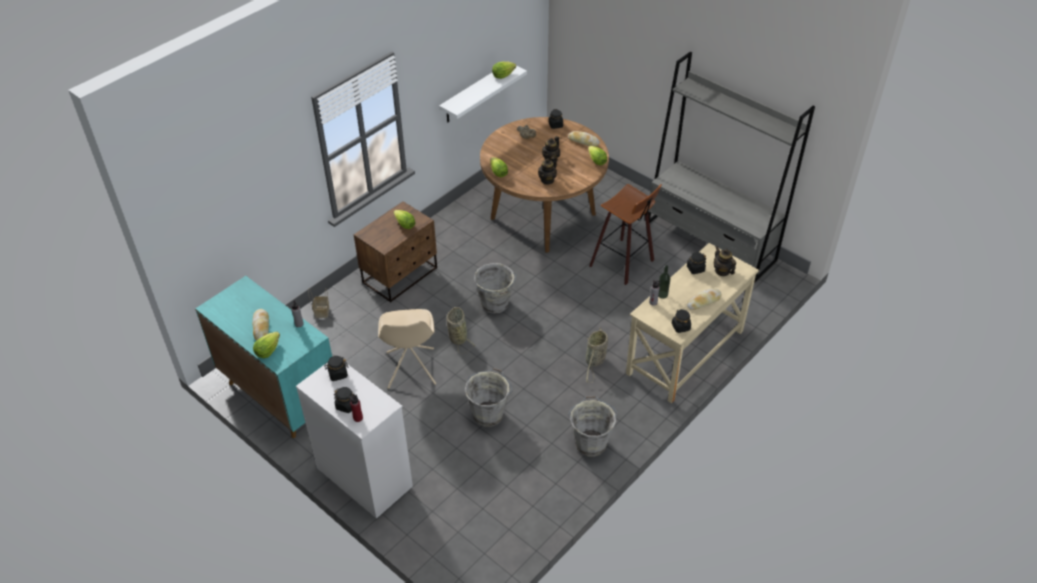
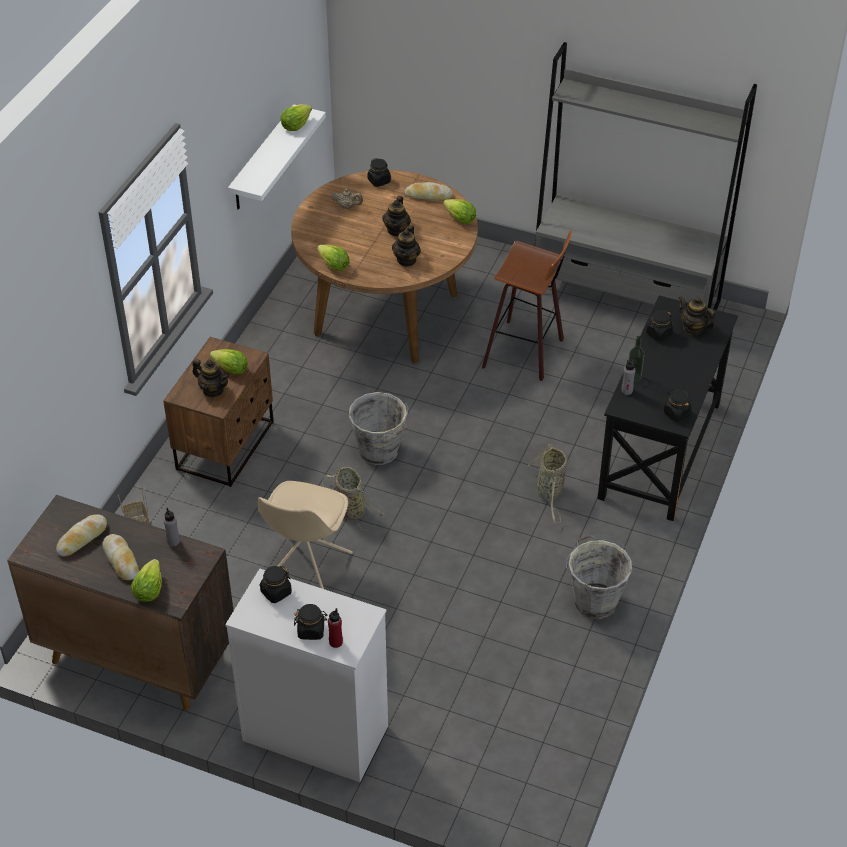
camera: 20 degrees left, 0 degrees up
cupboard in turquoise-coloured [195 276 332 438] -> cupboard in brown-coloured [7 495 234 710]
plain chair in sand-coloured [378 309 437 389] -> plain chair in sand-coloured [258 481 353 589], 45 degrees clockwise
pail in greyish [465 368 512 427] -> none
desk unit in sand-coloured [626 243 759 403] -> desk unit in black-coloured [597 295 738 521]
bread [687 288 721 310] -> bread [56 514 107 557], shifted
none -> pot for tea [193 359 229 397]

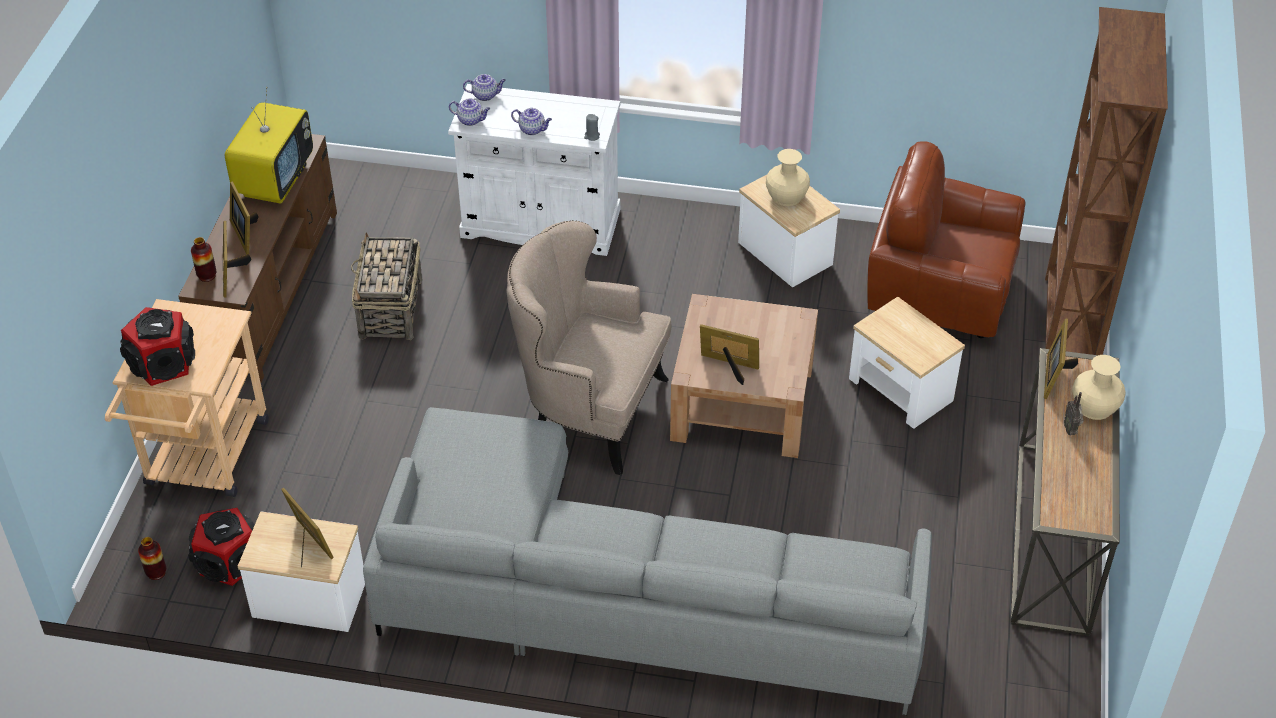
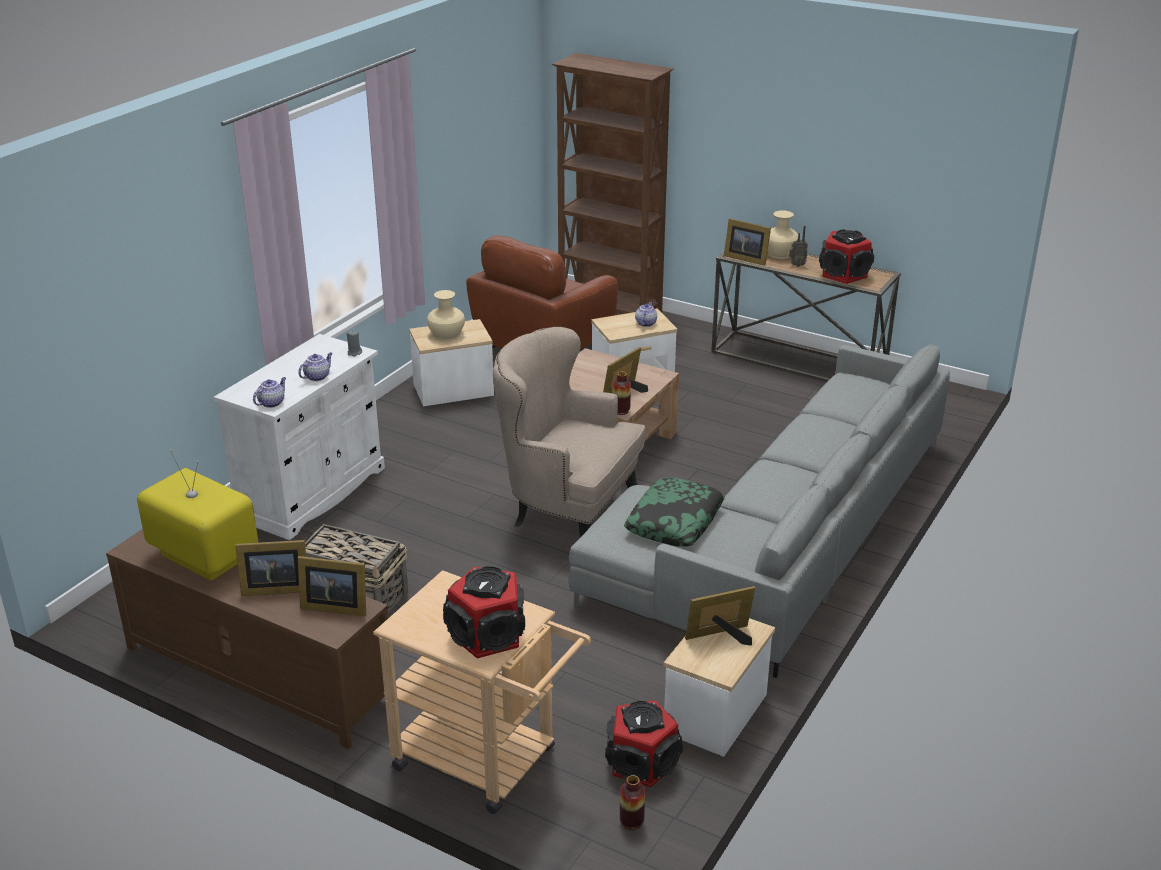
camera: 70 degrees left, 15 degrees down
decorative vase [191 237 216 282] -> decorative vase [613 372 631 415], shifted
pot for tea [463 74 506 101] -> pot for tea [635 302 657 327], shifted
lounge chair in sand-coloured [506 220 671 475] -> lounge chair in sand-coloured [493 326 646 537], 75 degrees clockwise
none -> pillow [624 477 725 547]
none -> loudspeaker [819 229 874 284]

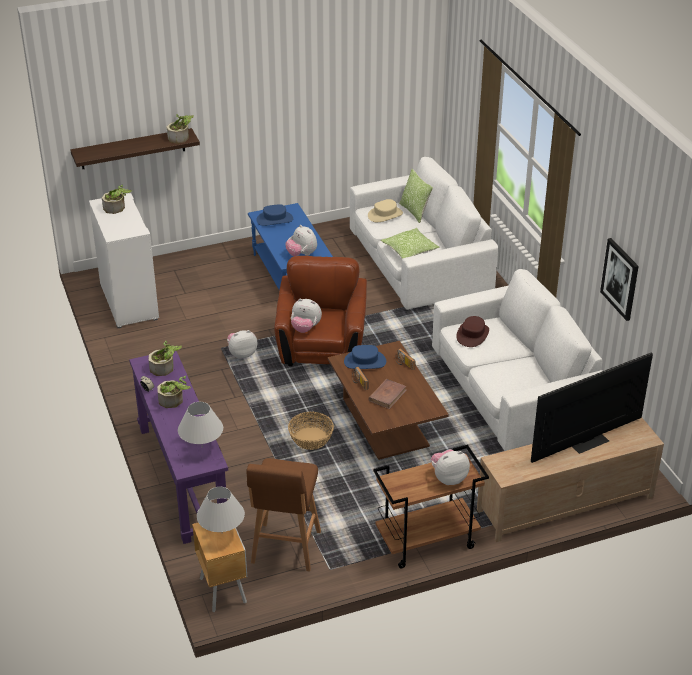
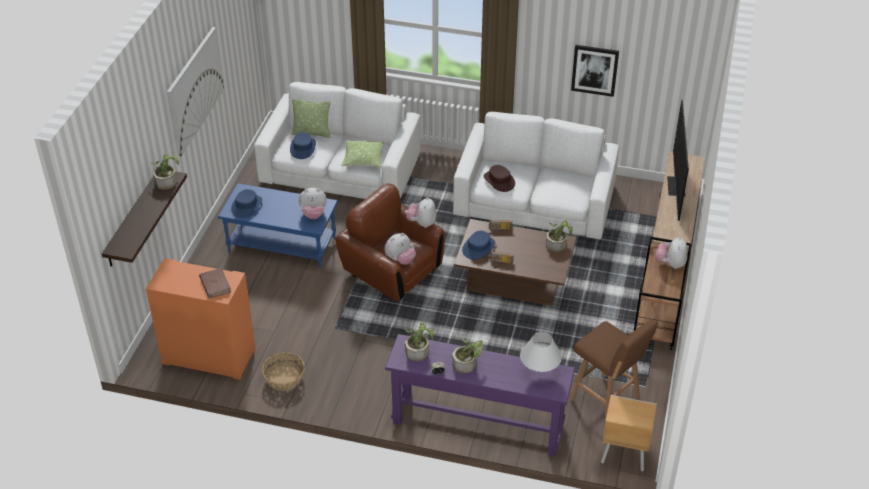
camera: 55 degrees left, 5 degrees up
cupboard in white-coloured [89 193 159 328] -> cupboard in orange [146 258 255 380]
plant in a pot [102 185 132 214] -> plant in a pot [546 220 573 252], shifted
tabletop lamp in white-coloured [197 487 245 534] -> none
cuddly toy [227 330 257 359] -> cuddly toy [406 197 436 228], shifted
household basket [288 412 334 450] -> household basket [262 352 305 390], shifted
clothing hat in sand-coloured [368 199 403 222] -> clothing hat in bluish [290 132 316 159]
volume in brown-coloured [368 379 407 409] -> volume in brown-coloured [199 268 231 299], shifted
none -> picture [167 27 224 156]

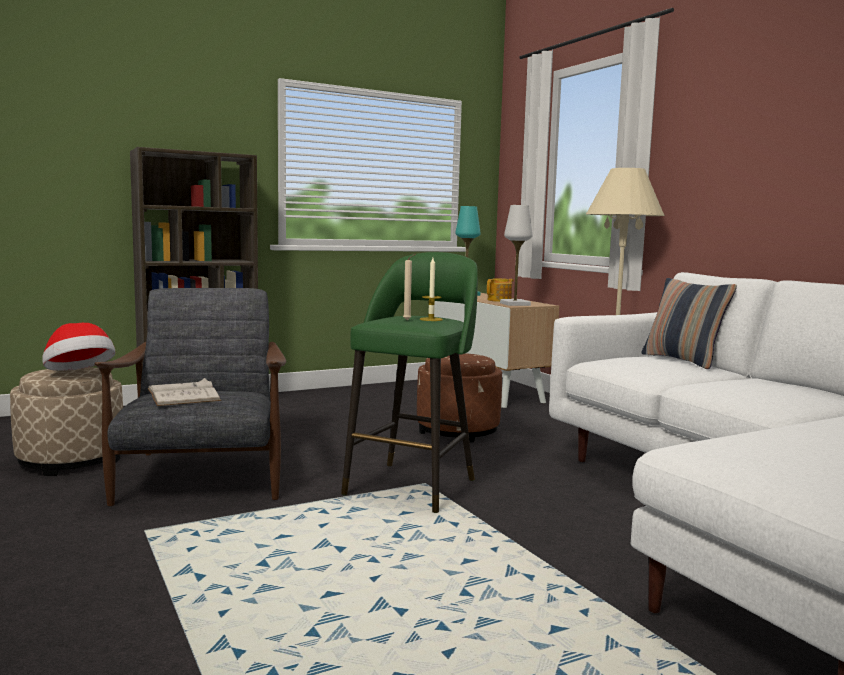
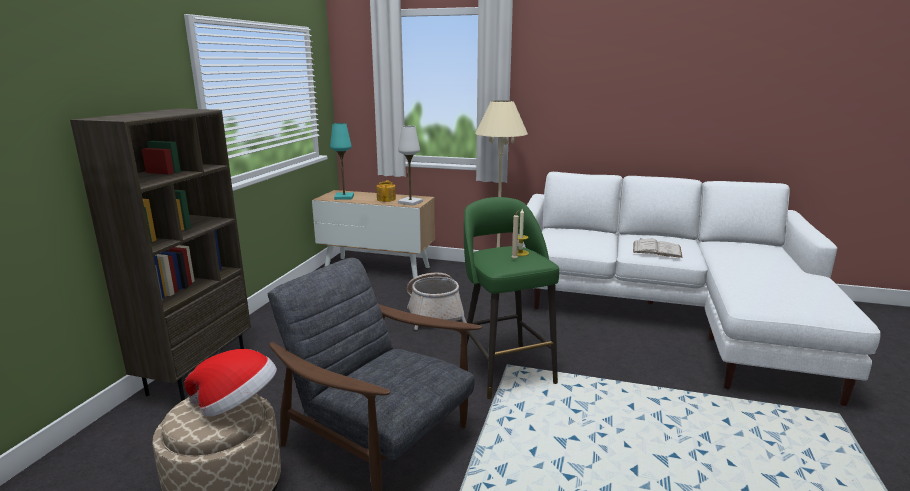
camera: 45 degrees left, 10 degrees up
volume in white-coloured [148 378 221 406] -> volume in white-coloured [633 238 683 258], shifted
ottoman in brown-coloured [417 353 502 442] -> household basket [407 273 467 330]
pillow [641 278 737 369] -> none

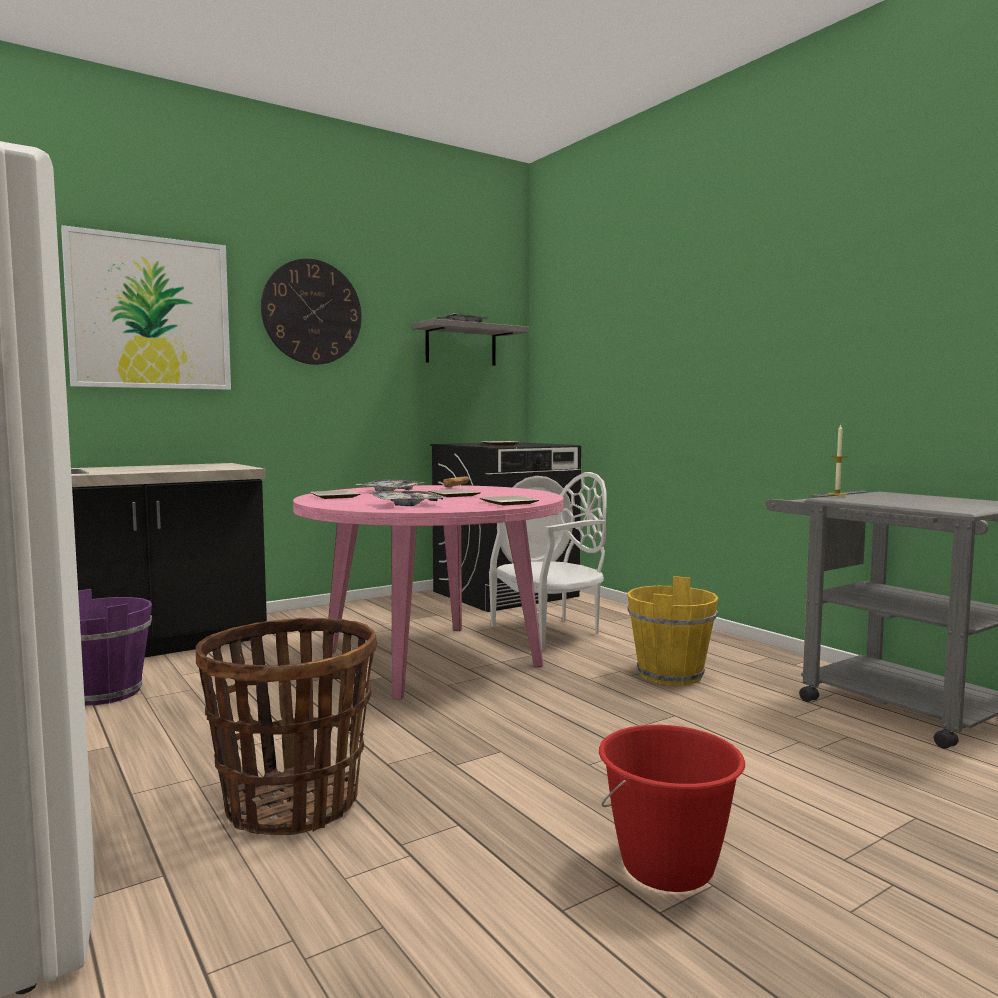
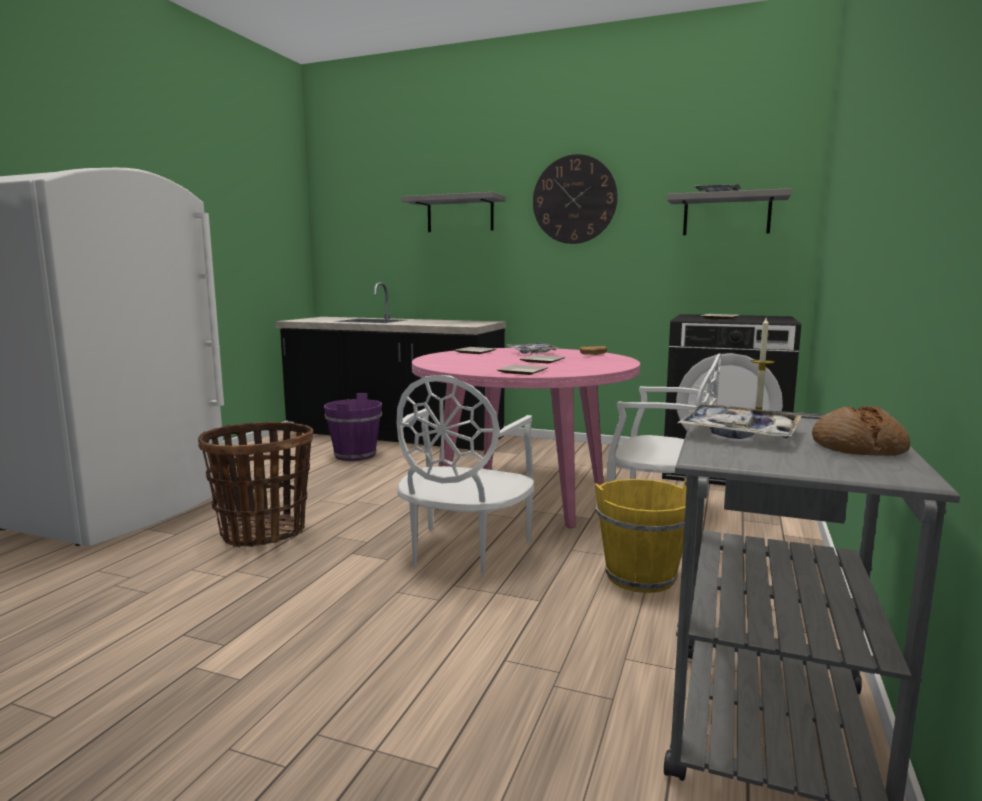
camera: 55 degrees right, 5 degrees up
picture [61 225 231 390] -> shelf in greyish [401 192 505 232]
serving tray [369 491 446 506] -> serving tray [677 405 802 439], shifted
pail in red [599 725 745 892] -> none
none -> plain chair in white-coloured [397 375 534 578]
none -> bread [812 406 910 456]

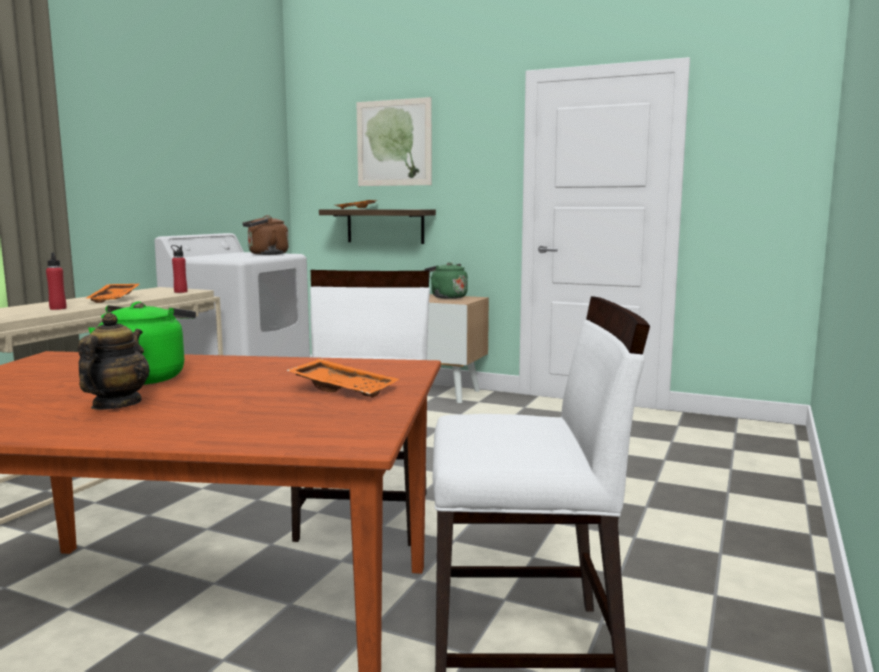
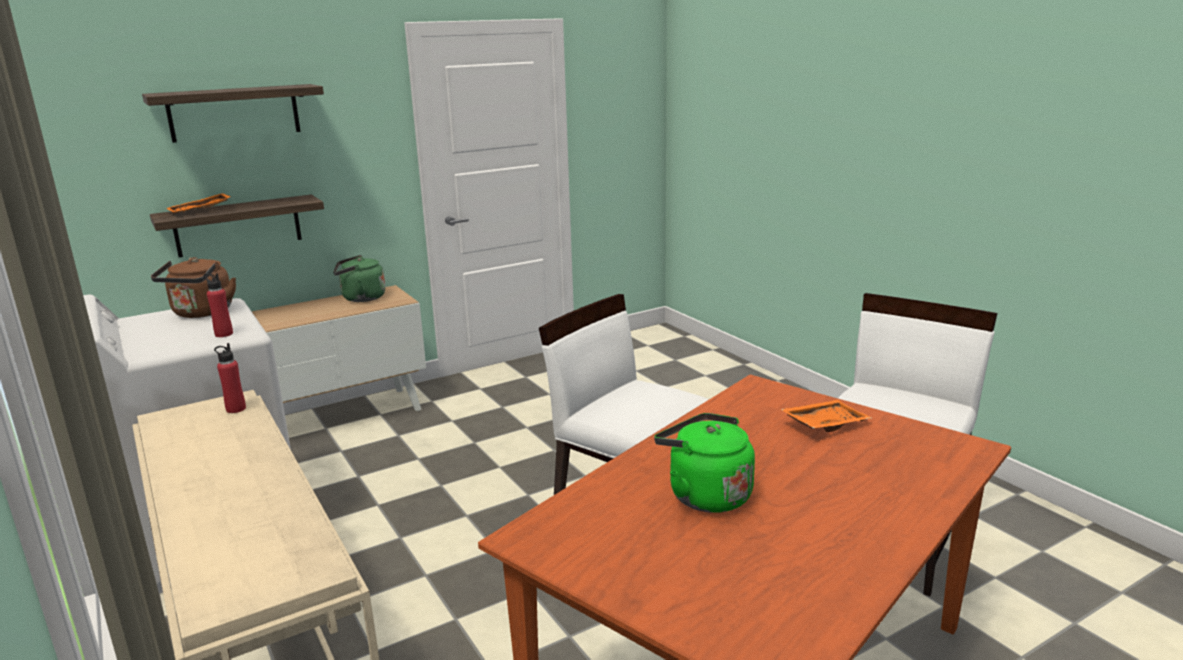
camera: 55 degrees left, 10 degrees up
beverage bottle in red [46 252 67 310] -> beverage bottle in red [204 273 233 337], shifted
pot for tea [78 312 150 410] -> none
serving tray in orange [86 284 139 303] -> none
picture [356 97 432 186] -> shelf [142 84 324 143]

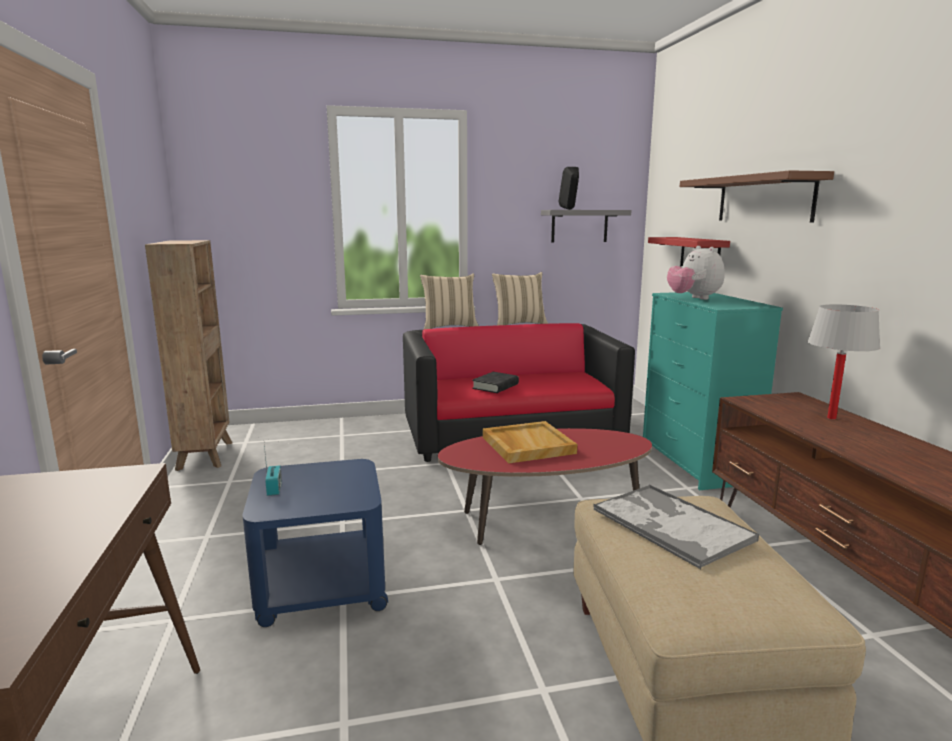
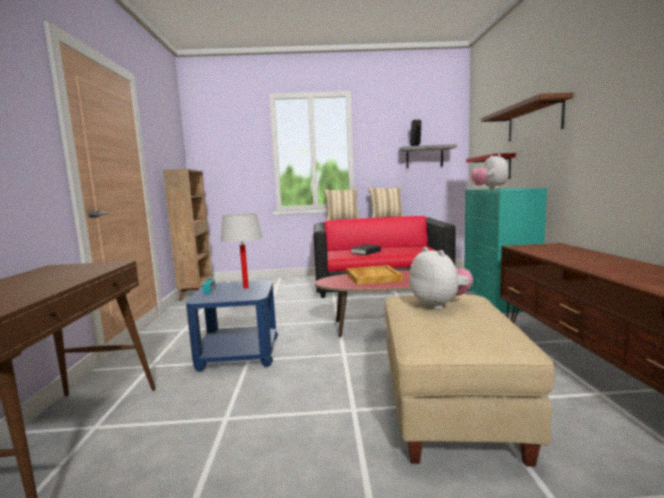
camera: 10 degrees right, 5 degrees down
serving tray [593 485 759 569] -> cuddly toy [409 247 473 310]
tabletop lamp in white-coloured [807 304 880 420] -> tabletop lamp in white-coloured [220 214 263 289], shifted

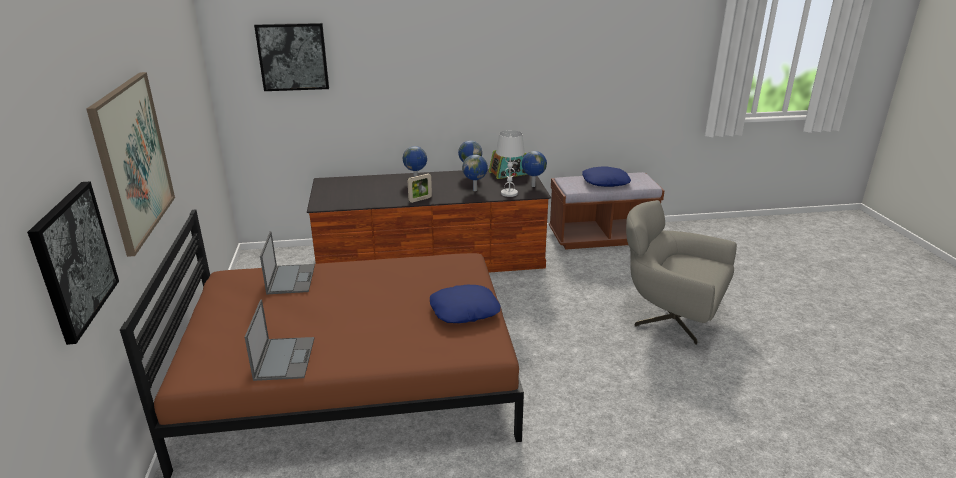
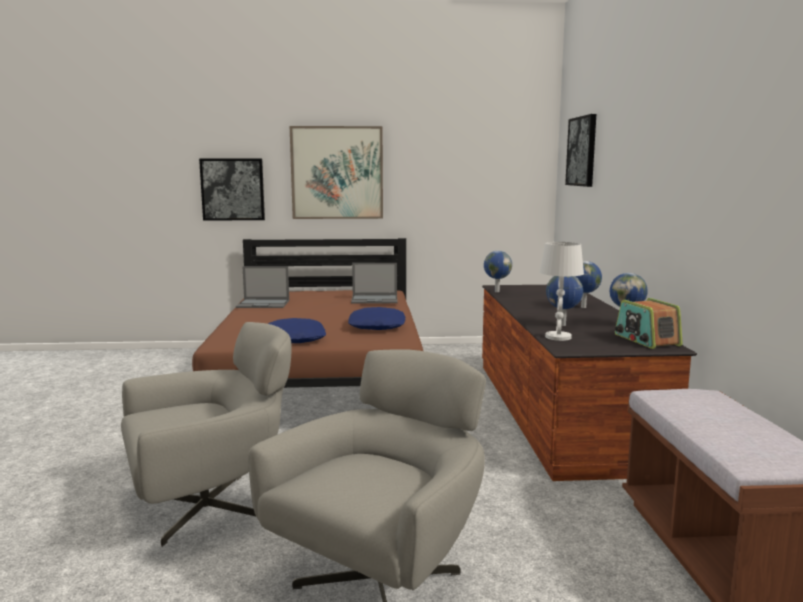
camera: 95 degrees right, 15 degrees down
photo frame [408 173 432 203] -> none
world globe [522 151 547 187] -> world globe [484 251 512 292], shifted
pillow in bluish [582 167 631 187] -> pillow in bluish [348 307 406 330], shifted
none -> lounge chair in greyish [121 322 291 547]

